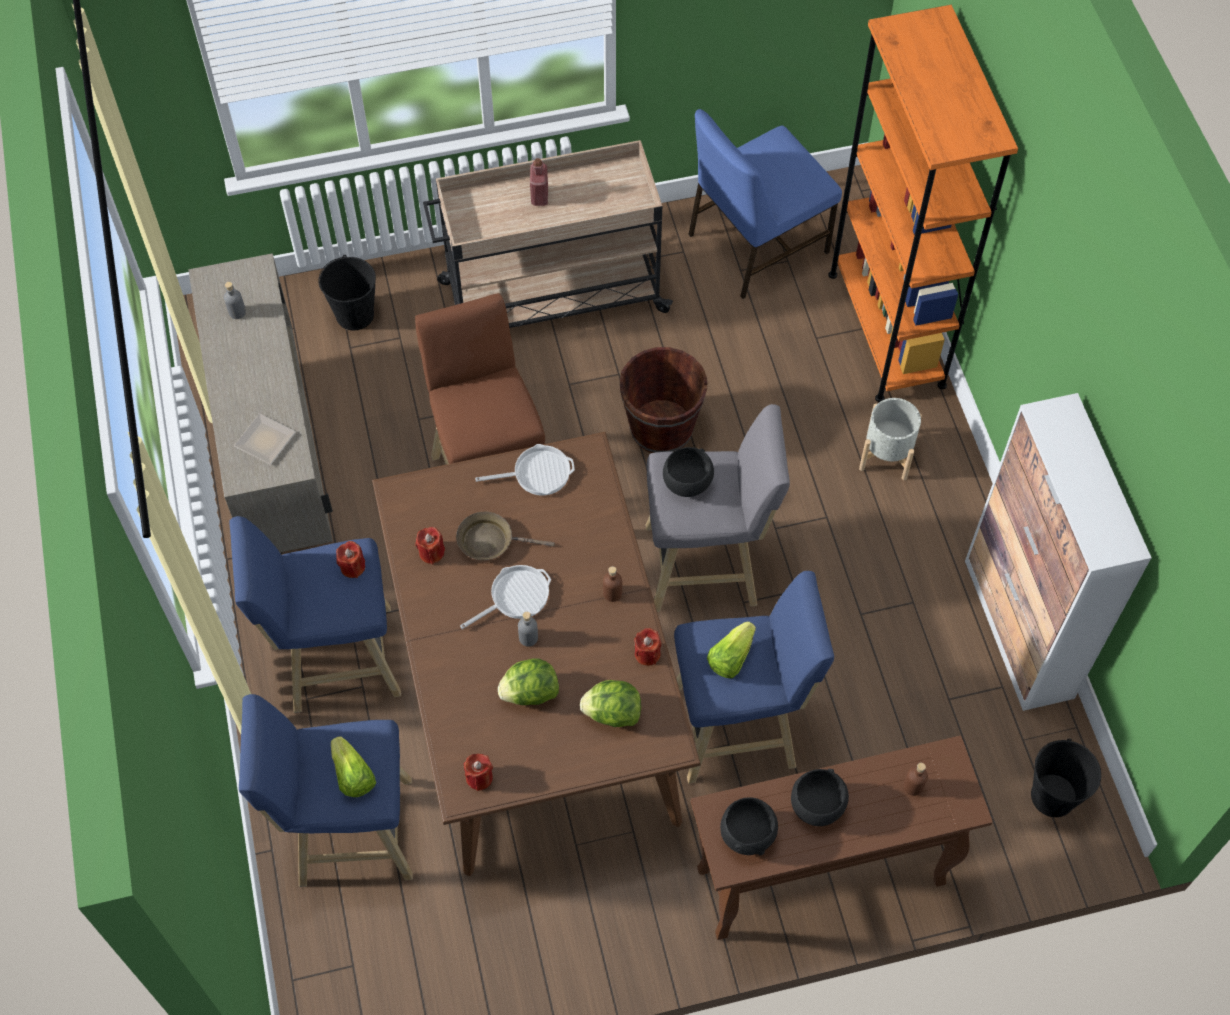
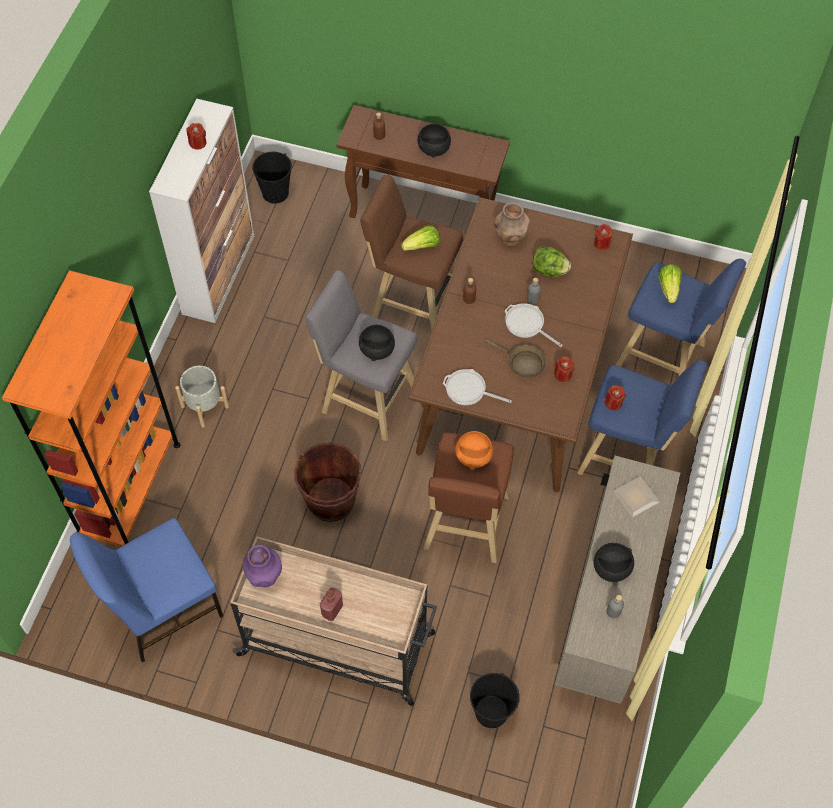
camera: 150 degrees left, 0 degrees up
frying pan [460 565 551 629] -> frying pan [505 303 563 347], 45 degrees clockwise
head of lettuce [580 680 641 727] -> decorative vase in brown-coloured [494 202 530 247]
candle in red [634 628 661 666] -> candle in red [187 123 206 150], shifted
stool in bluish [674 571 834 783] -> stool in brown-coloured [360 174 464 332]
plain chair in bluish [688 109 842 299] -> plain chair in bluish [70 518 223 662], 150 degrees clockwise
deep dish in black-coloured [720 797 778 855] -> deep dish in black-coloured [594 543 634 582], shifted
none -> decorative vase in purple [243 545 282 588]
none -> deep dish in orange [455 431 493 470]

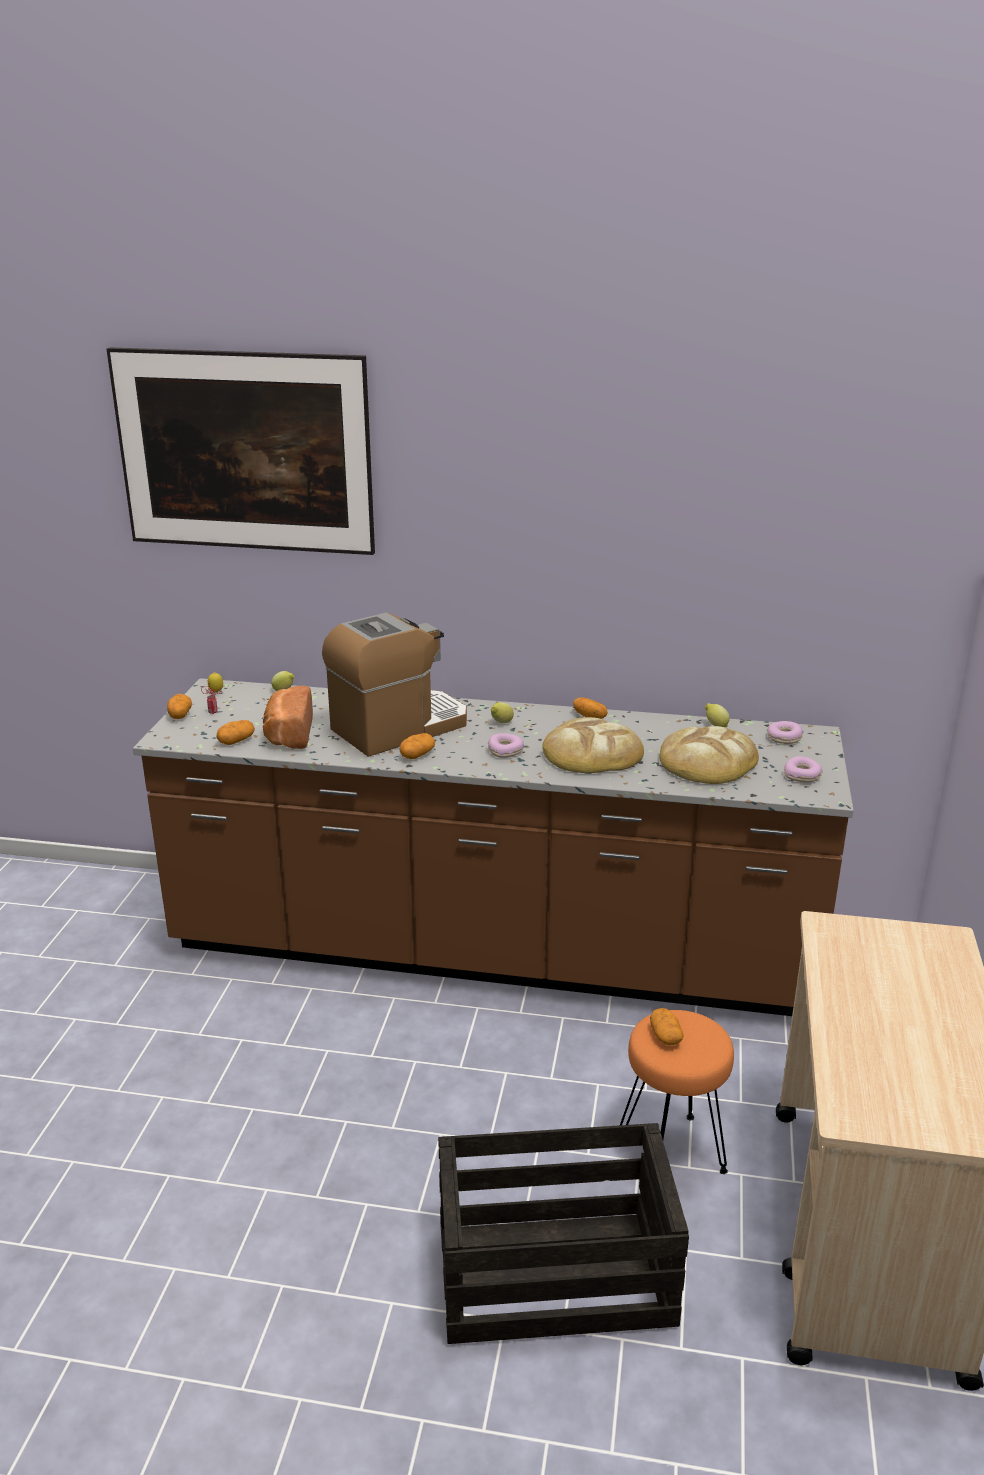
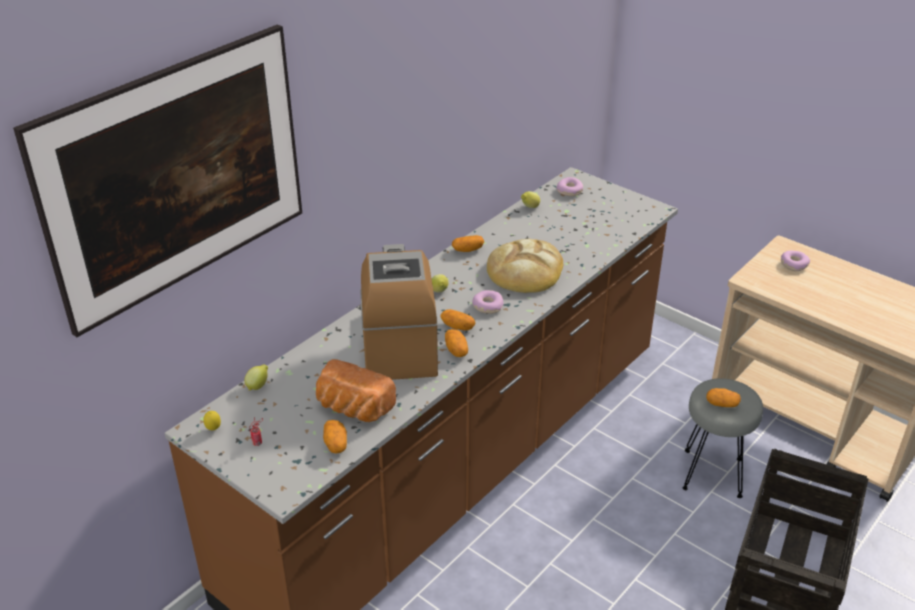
camera: 60 degrees left, 10 degrees up
spud [167 694 192 719] -> spud [440 309 476 331], shifted
stool in orange [620 1010 734 1174] -> stool in greyish [682 378 763 498]
bread [659 726 759 784] -> none
donut [784 756 823 782] -> donut [781 251 810 271], shifted

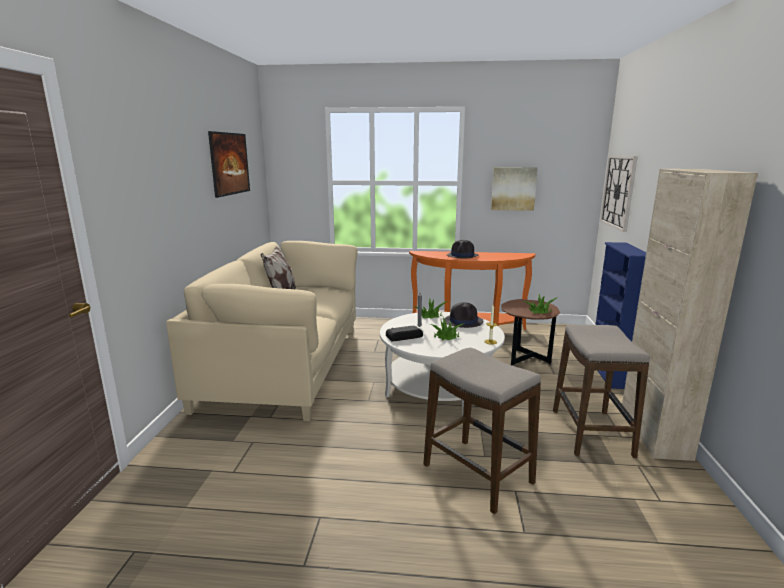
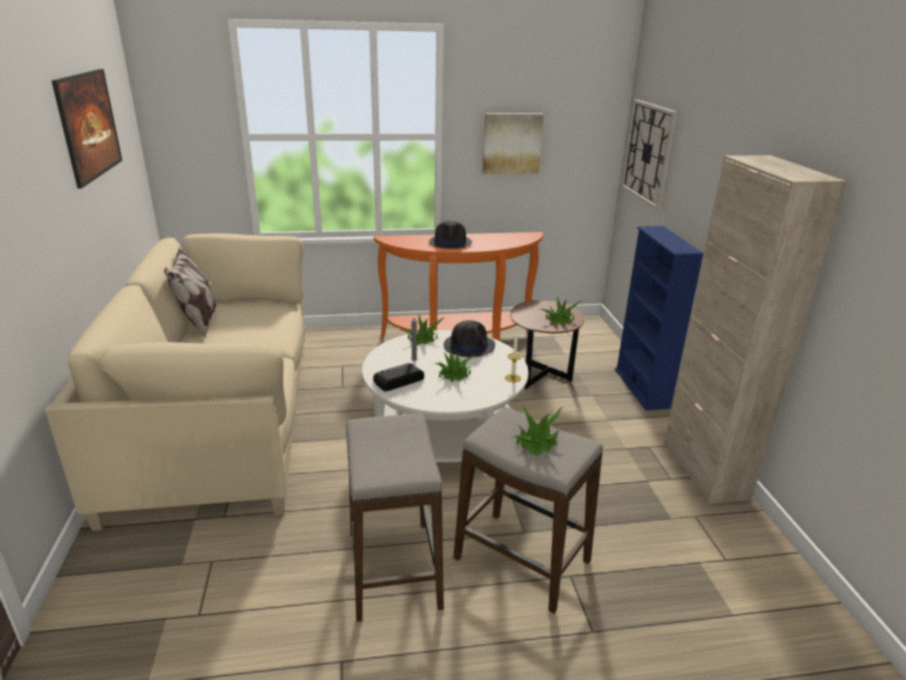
camera: 15 degrees left, 10 degrees up
stool [553 324 650 458] -> stool [346 414 444 622], shifted
none -> plant in a pot [511 404 564 456]

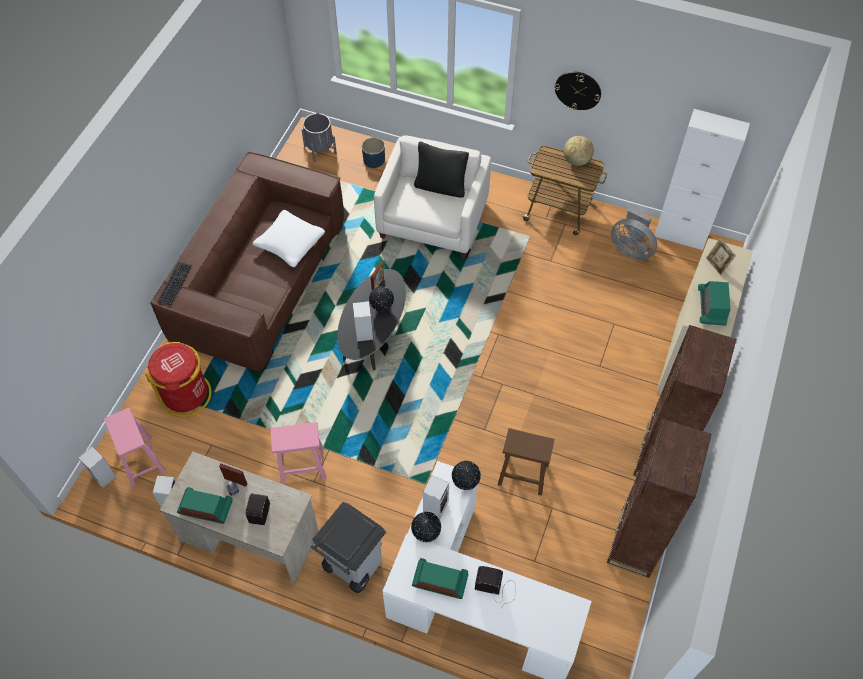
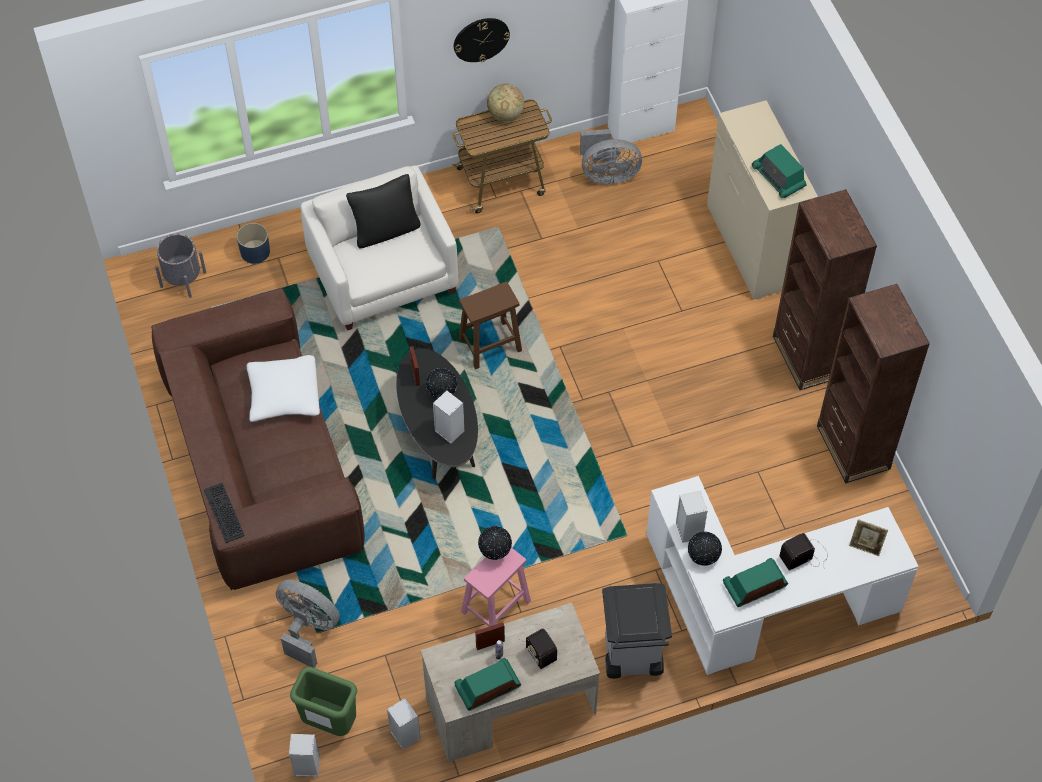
camera: 40 degrees left, 0 degrees up
stool in pinkish [104 408 166 487] -> rubbish bin in green [290 667 357 736]
rubbish bin in red [145 342 212 417] -> cooling fan in greyish [276 580 340 668]
world globe [452 461 481 490] -> world globe [478 526 512 560], shifted
stool in brown-coloured [498 428 555 496] -> stool in brown-coloured [459 281 522 369], shifted
photo frame [706 238 736 276] -> photo frame [849 519 888 556], shifted

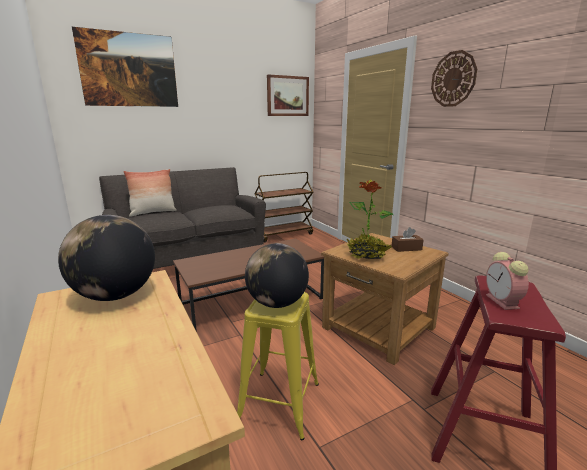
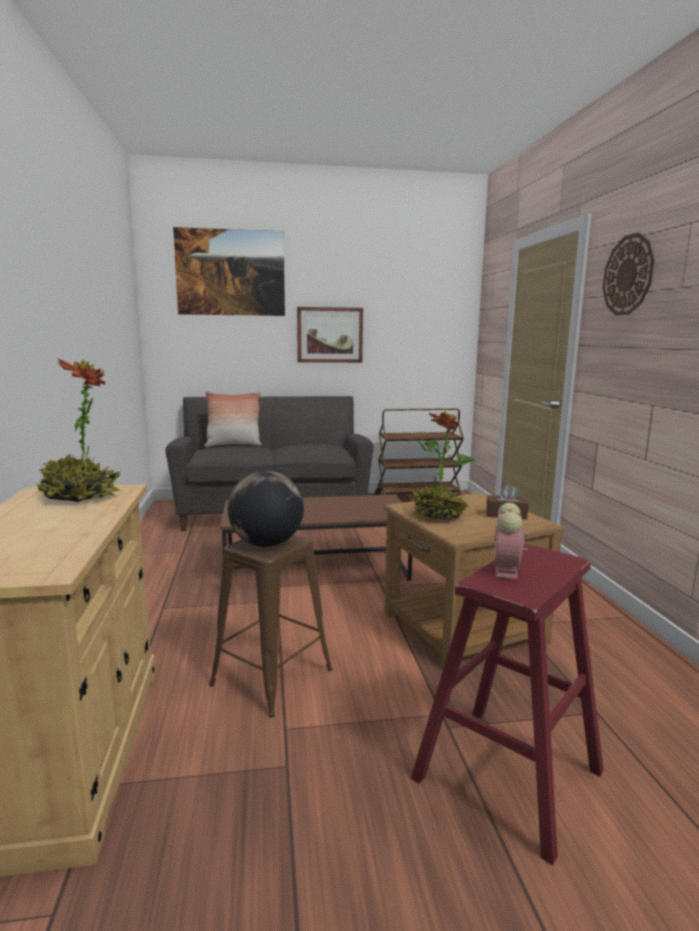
camera: 20 degrees right, 5 degrees down
world globe [58 215 155 301] -> plant in a pot [36 358 121 502]
stool in yellow [237 292 319 441] -> stool in brown-coloured [209 535 332 717]
picture [267 74 309 116] -> picture [297 307 363 363], shifted

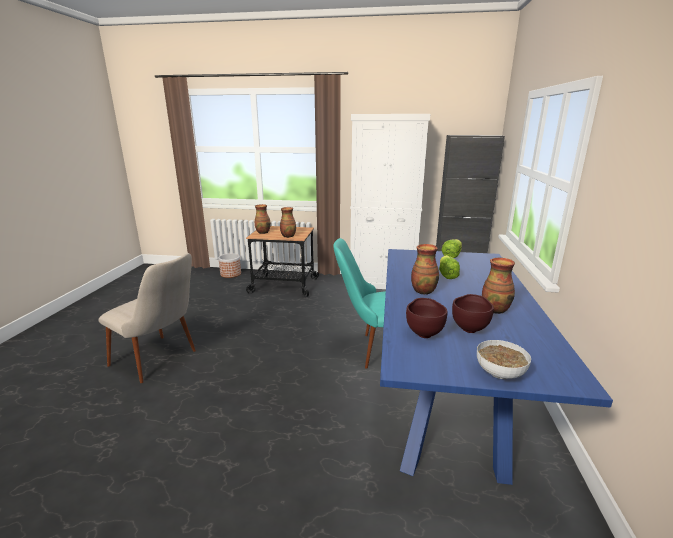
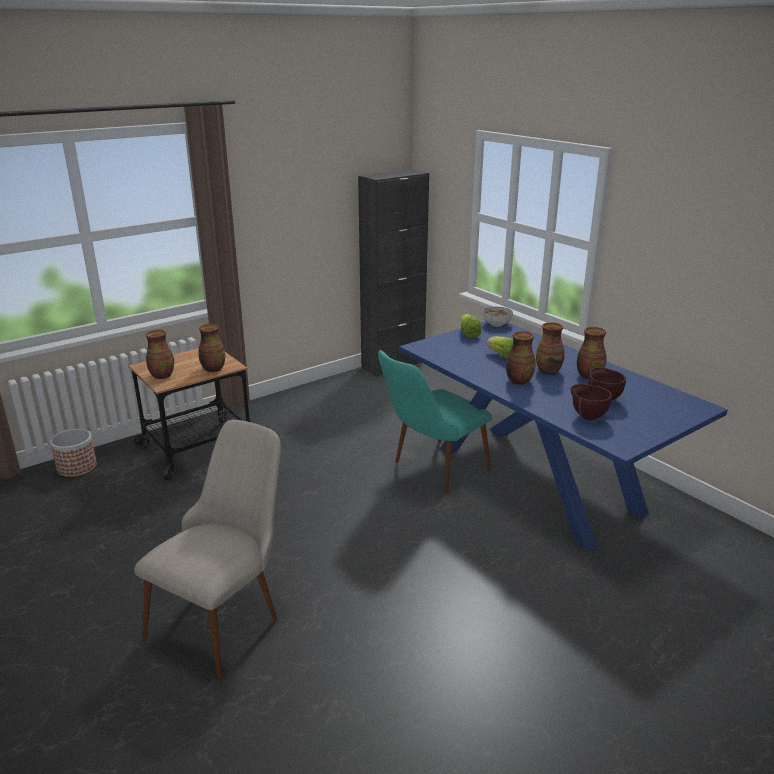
camera: 45 degrees left, 5 degrees up
plain chair in sand-coloured [99 253 196 383] -> plain chair in sand-coloured [134 420 281 678], 45 degrees counterclockwise
cupboard in white-coloured [350 114 430 289] -> none
deep dish [477 340 531 379] -> deep dish [483 306 513 327], shifted
none -> decorative vase [536 322 565 375]

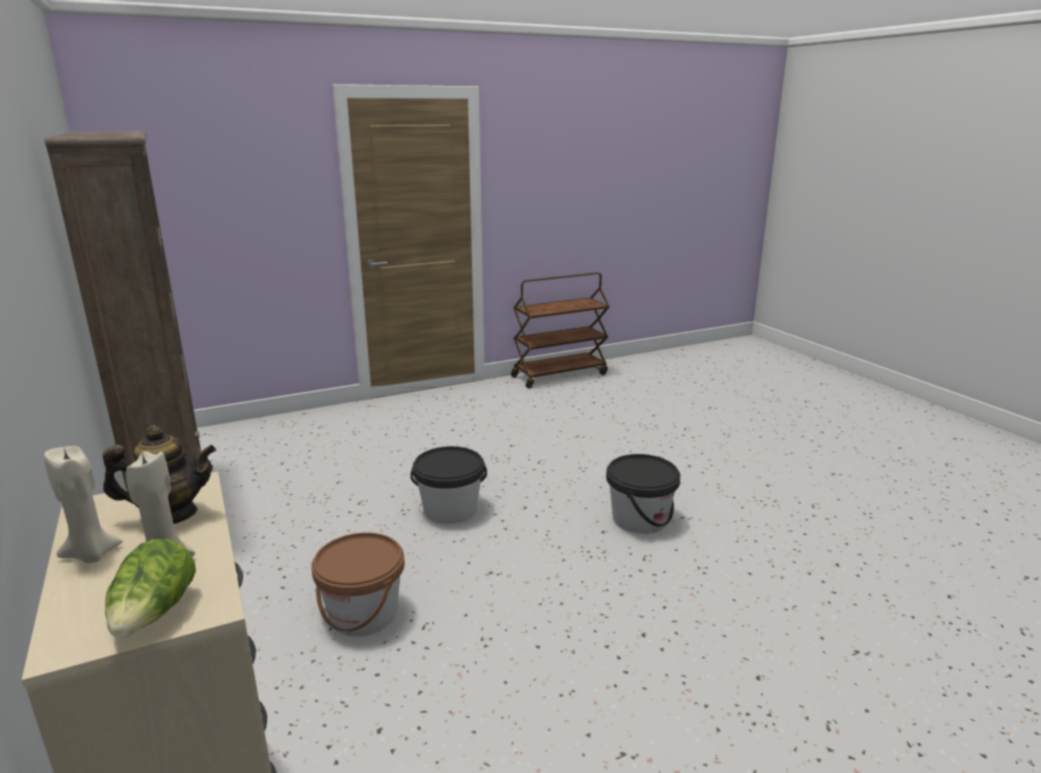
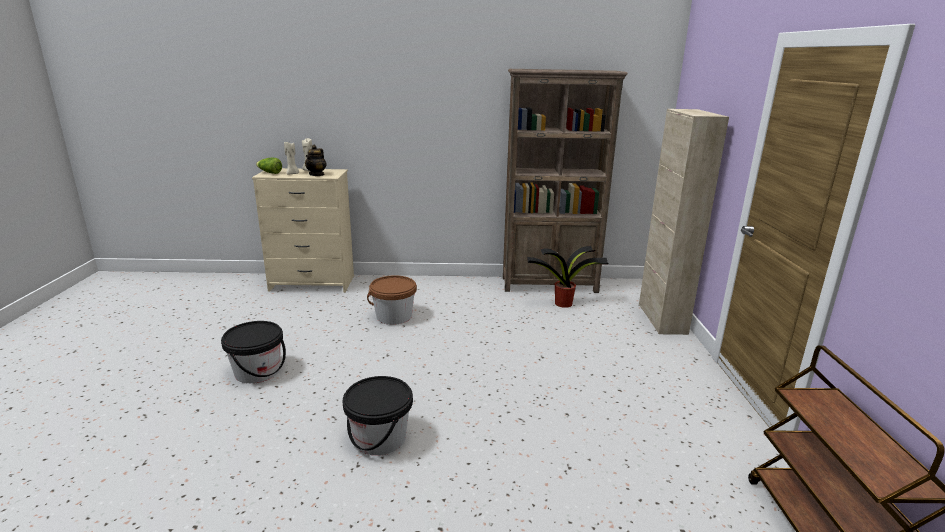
camera: 115 degrees right, 0 degrees up
pail in black-coloured [411 446 487 524] -> pail in black-coloured [221 321 286 384], shifted
none -> plant in a pot [527 246 609 308]
none -> cupboard in sand-coloured [639 109 729 335]

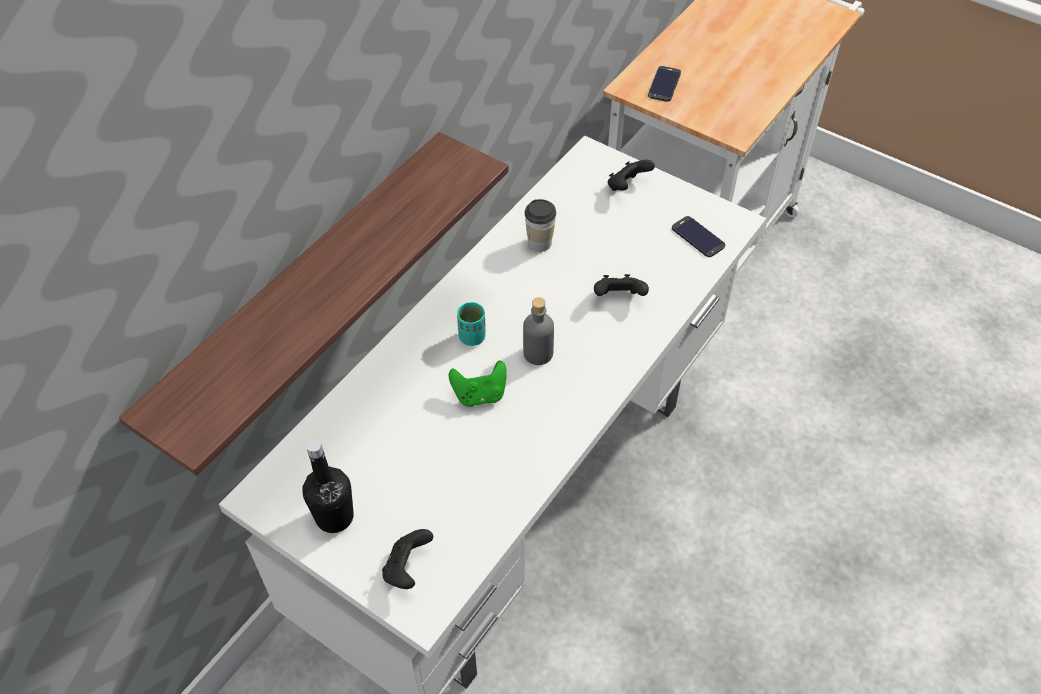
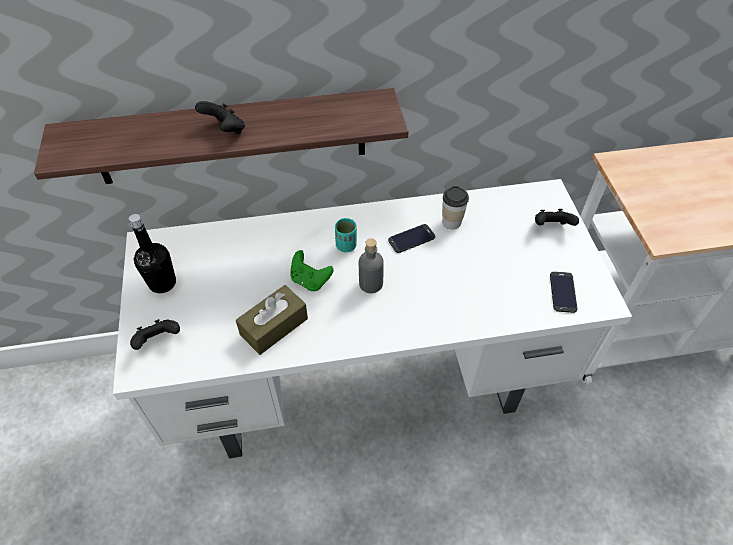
camera: 45 degrees right, 0 degrees up
game controller in black-coloured [594 274 649 296] -> game controller in black-coloured [195 101 245 134], shifted
phone [648 66 681 102] -> phone [388 224 435 253], shifted
none -> tissue holder in brown-coloured [236 285 308 355]

